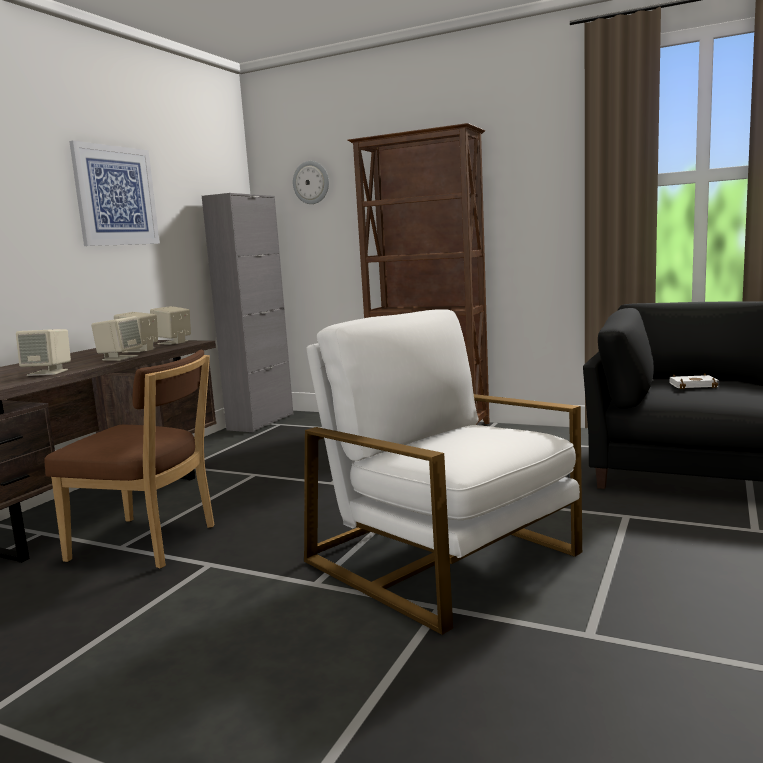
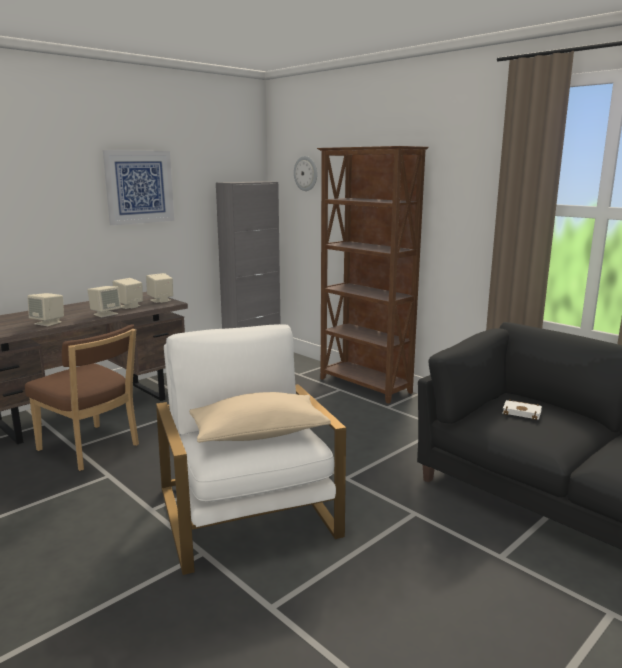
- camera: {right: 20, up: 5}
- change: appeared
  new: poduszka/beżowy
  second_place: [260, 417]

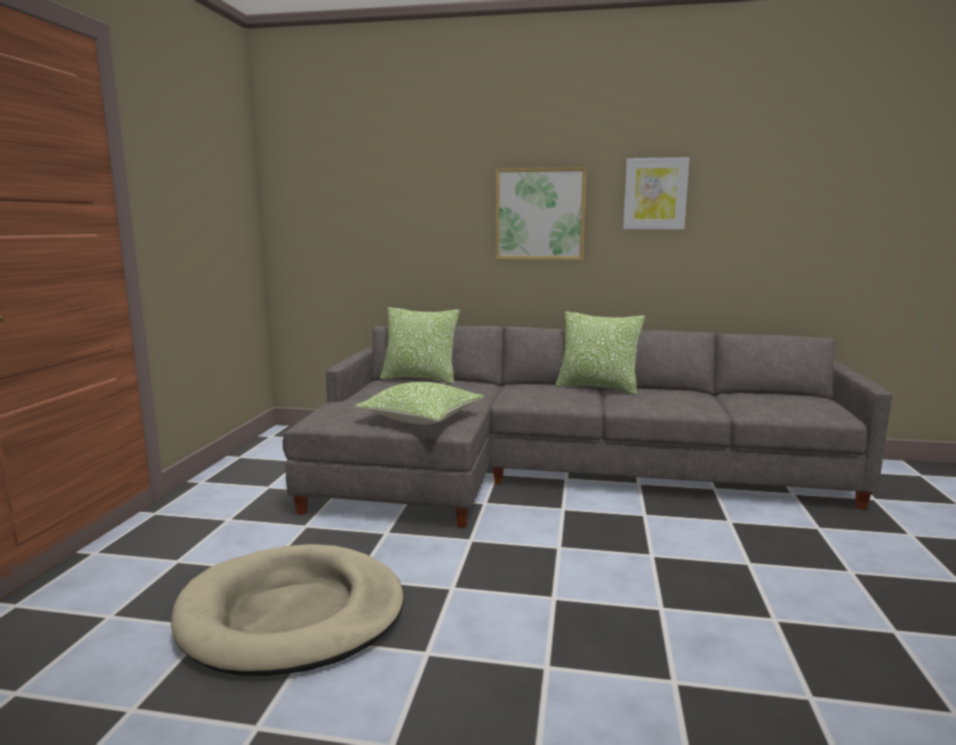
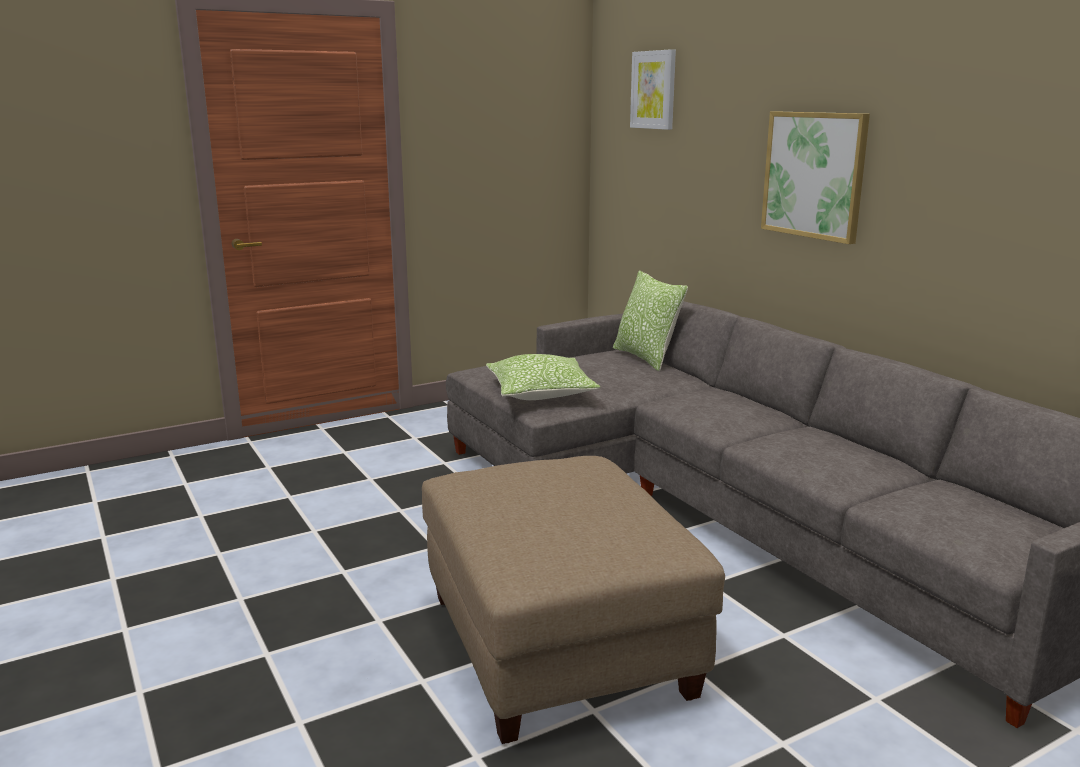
- camera: {right: 50, up: 5}
- change: appeared
  new: pufa/beżowy
  second_place: [573, 600]
- change: relocated
  old: obraz
  first_place: [656, 193]
  second_place: [653, 89]
- change: missing
  old: legowisko/beżowy
  first_place: [287, 610]
- change: missing
  old: poduszka
  first_place: [600, 353]

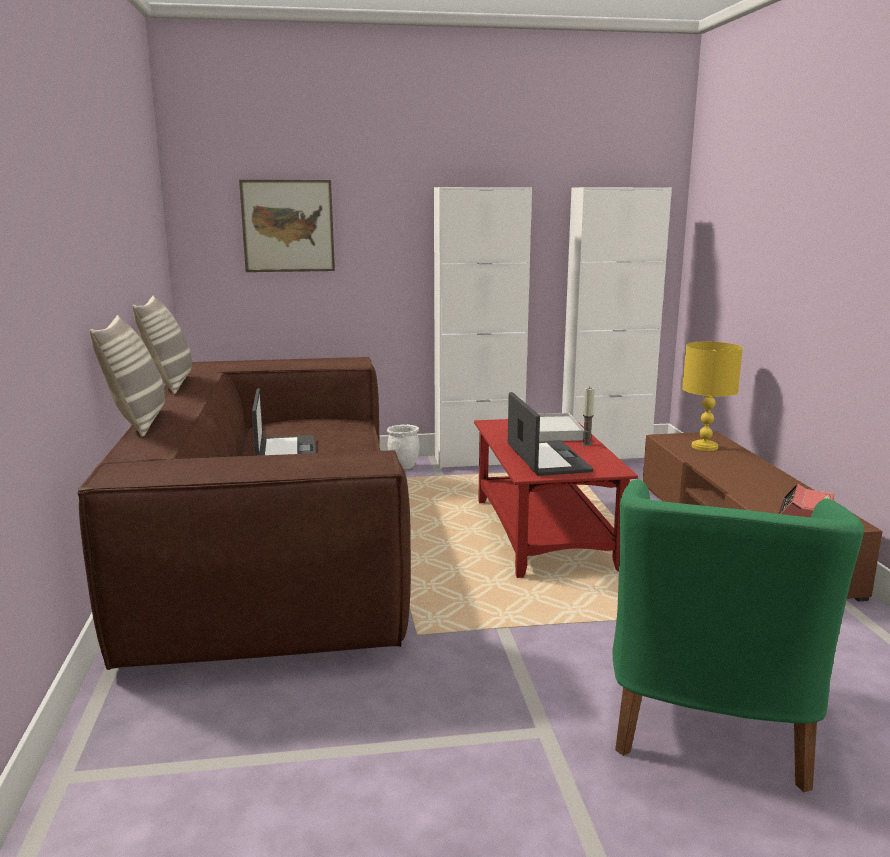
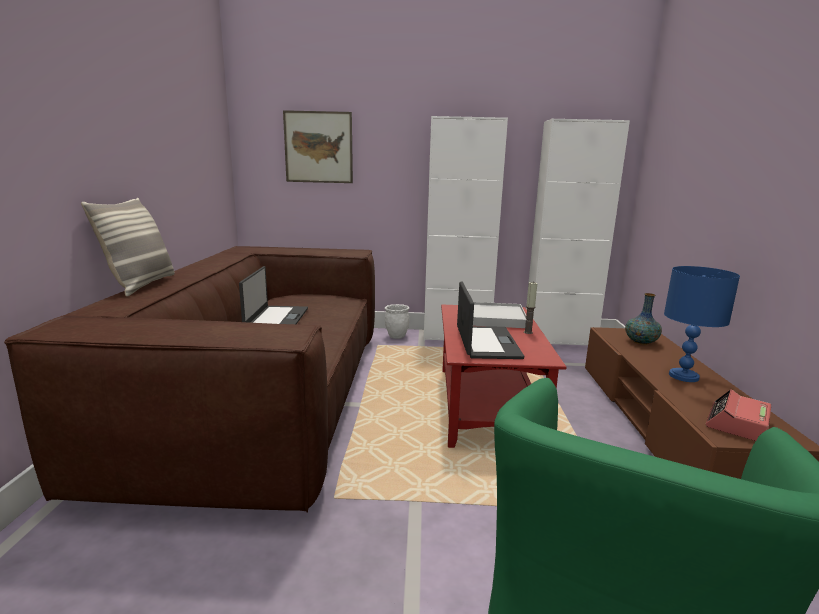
- camera: {right: 10, up: 0}
- change: exchanged
  old: lampa stołowa/żółty
  new: wazon
  first_place: [712, 396]
  second_place: [643, 319]
- change: appeared
  new: lampa stołowa/niebieski
  second_place: [702, 324]
- change: missing
  old: poduszka
  first_place: [162, 345]

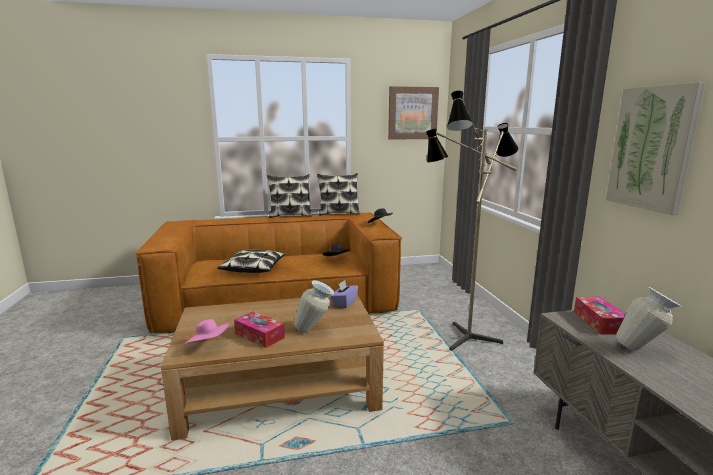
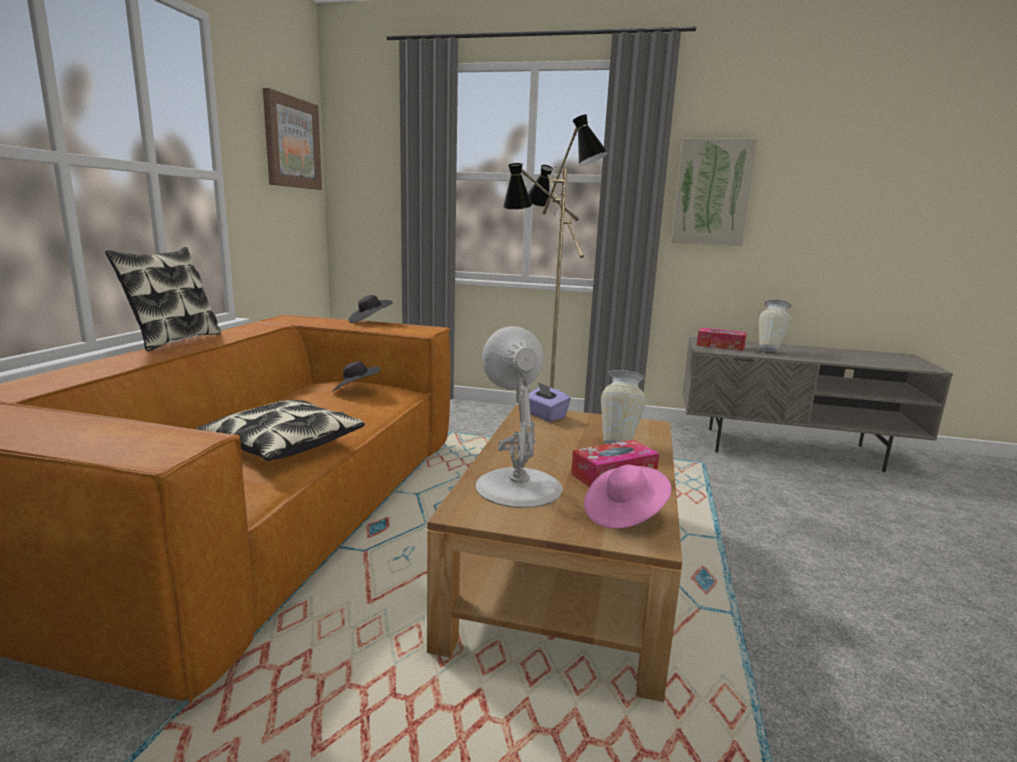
- camera: {right: -65, up: 0}
- change: appeared
  new: lampa stołowa/biały
  second_place: [519, 417]
- change: missing
  old: poduszka
  first_place: [338, 194]

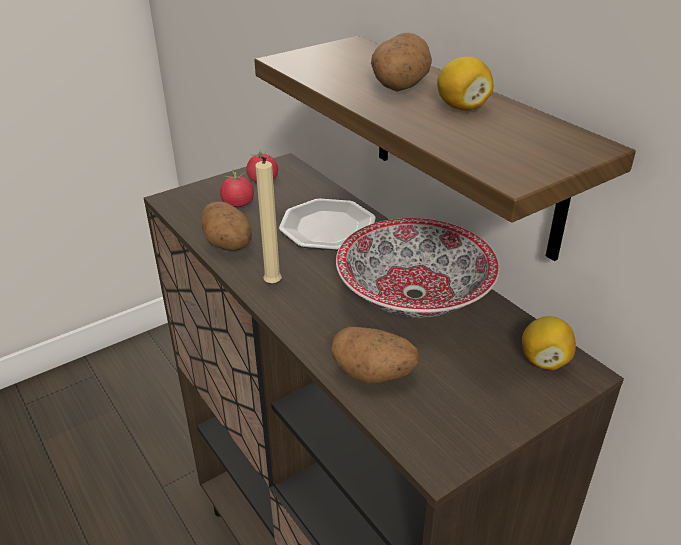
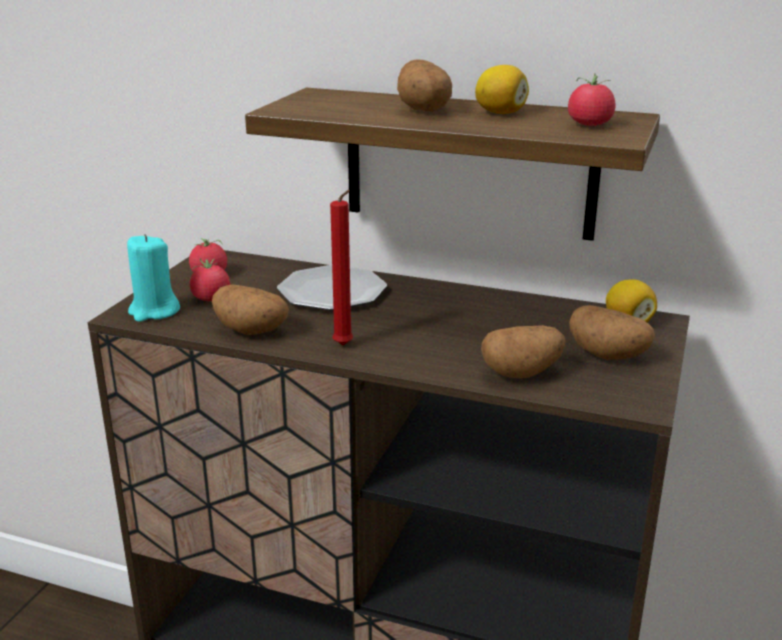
- camera: {right: -35, up: -10}
- change: appeared
  new: świeca/turkusowy
  second_place: [153, 278]
- change: colour
  old: świeca/beżowy
  new: świeca/czerwony
  first_place: [268, 220]
  second_place: [341, 267]
- change: appeared
  new: pomidor
  second_place: [591, 99]
- change: appeared
  new: ziemniak
  second_place: [612, 332]
- change: missing
  old: miska
  first_place: [418, 268]

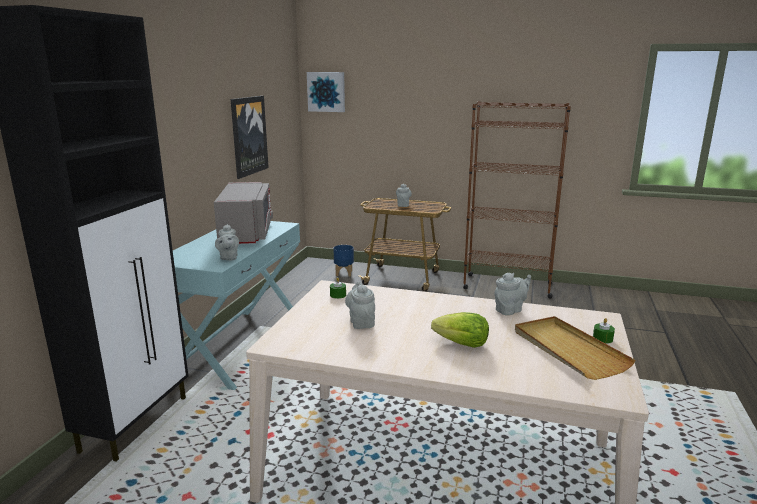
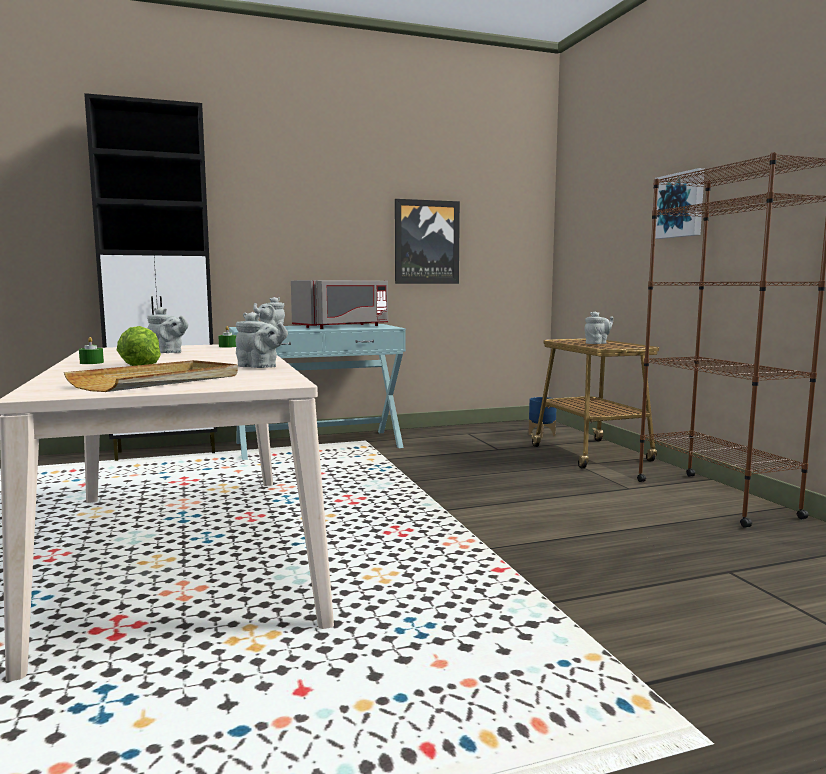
- camera: {right: 55, up: -10}
- change: relocated
  old: świeca/zielony
  first_place: [604, 331]
  second_place: [91, 350]
- change: spun
  old: imbryk/szary
  first_place: [360, 305]
  second_place: [167, 330]
  degrees: 75
- change: relocated
  old: obraz
  first_place: [326, 92]
  second_place: [680, 203]

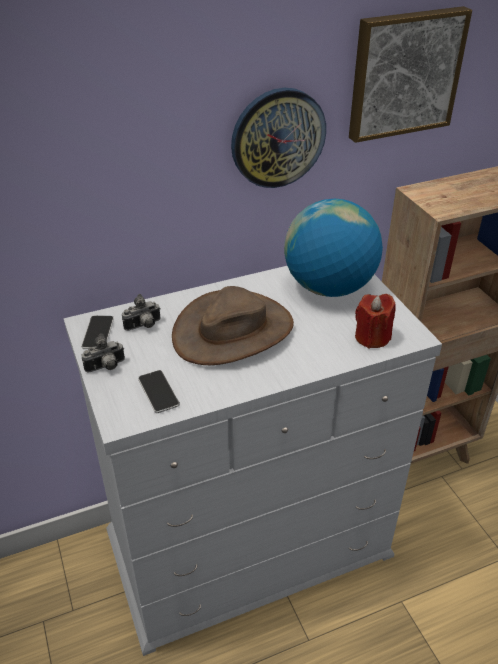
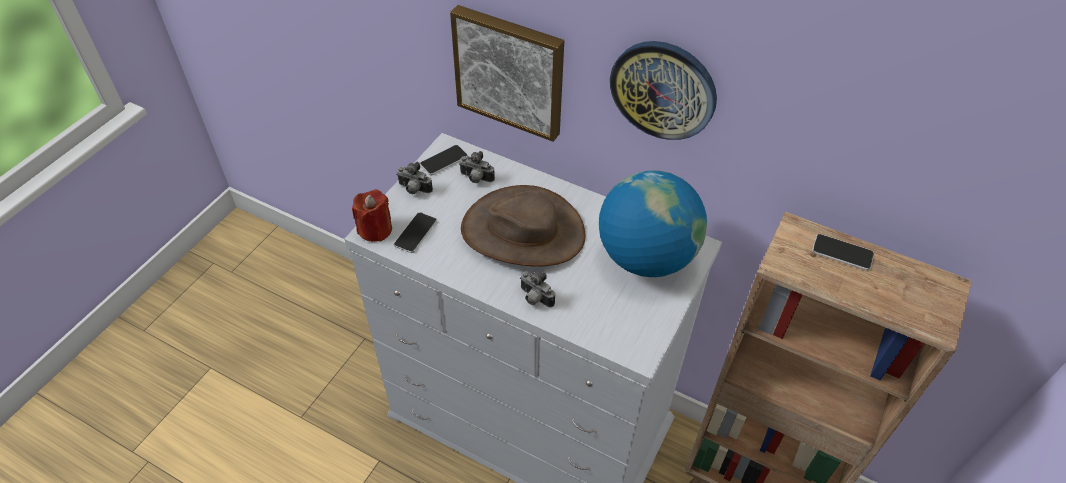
- camera: {right: 50, up: 10}
- change: relocated
  old: świeca/czerwony
  first_place: [375, 321]
  second_place: [372, 215]
- change: relocated
  old: obraz
  first_place: [410, 74]
  second_place: [507, 73]
- change: appeared
  new: aparat fotograficzny
  second_place: [537, 289]
- change: appeared
  new: telefon
  second_place: [843, 252]

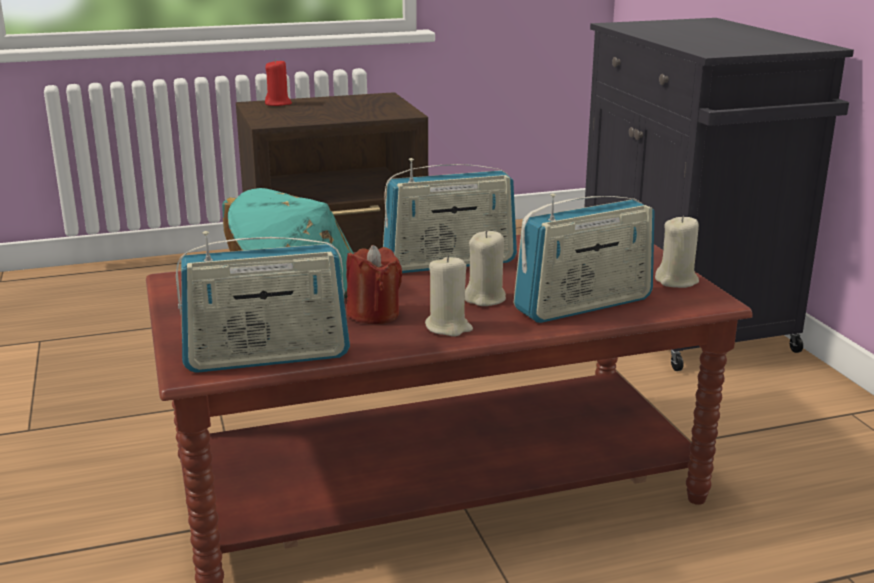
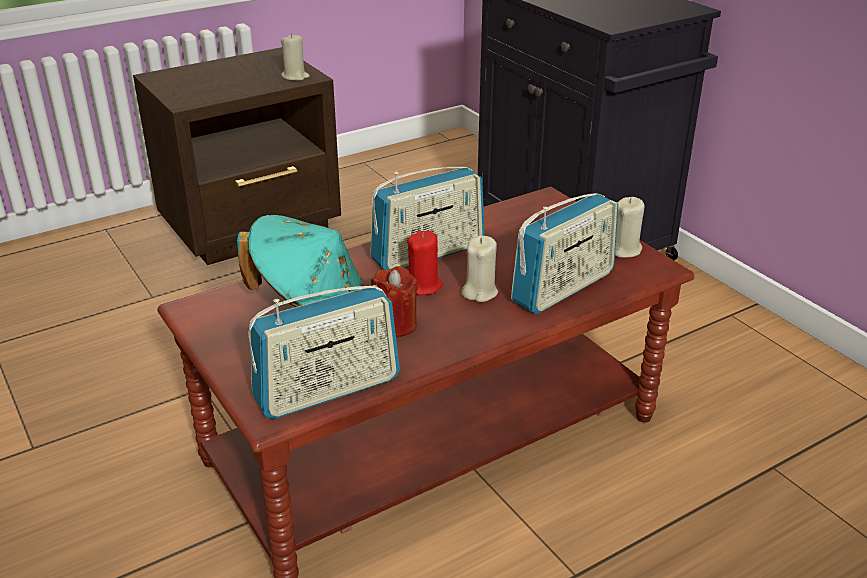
- camera: {right: -15, up: 10}
- change: relocated
  old: świeca/beżowy
  first_place: [449, 296]
  second_place: [295, 57]
- change: relocated
  old: świeca/czerwony
  first_place: [278, 82]
  second_place: [425, 263]

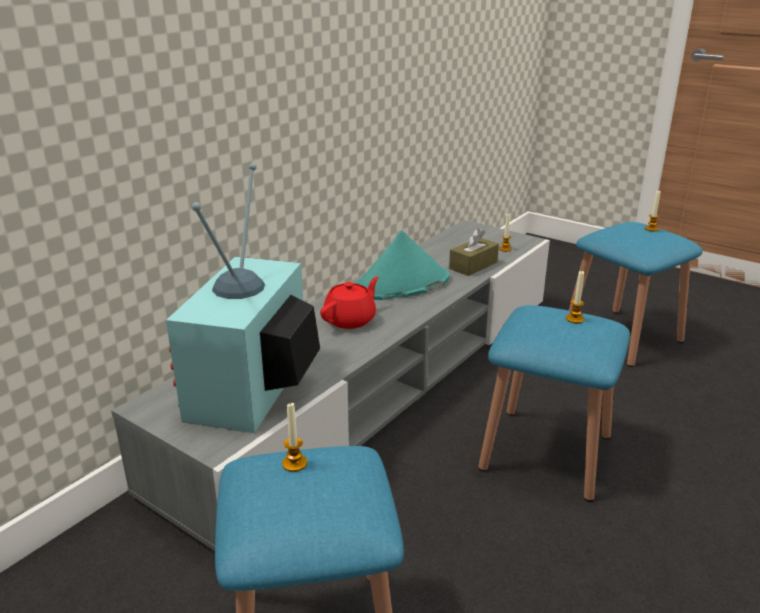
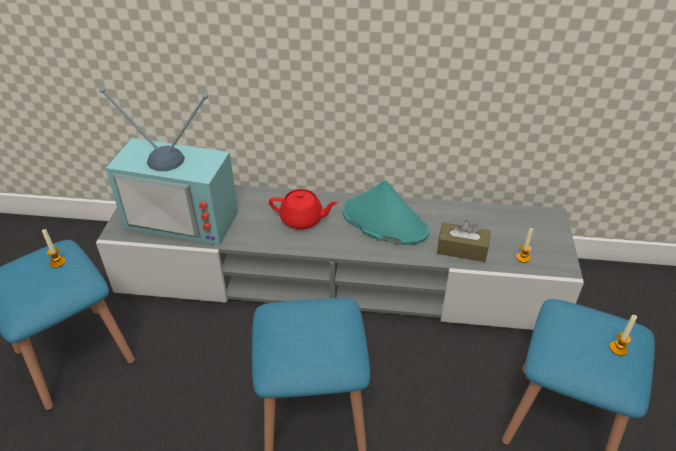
- camera: {right: 60, up: 15}
- change: spun
  old: telewizor
  first_place: [243, 298]
  second_place: [168, 166]
  degrees: -150
- change: missing
  old: świeca
  first_place: [575, 297]

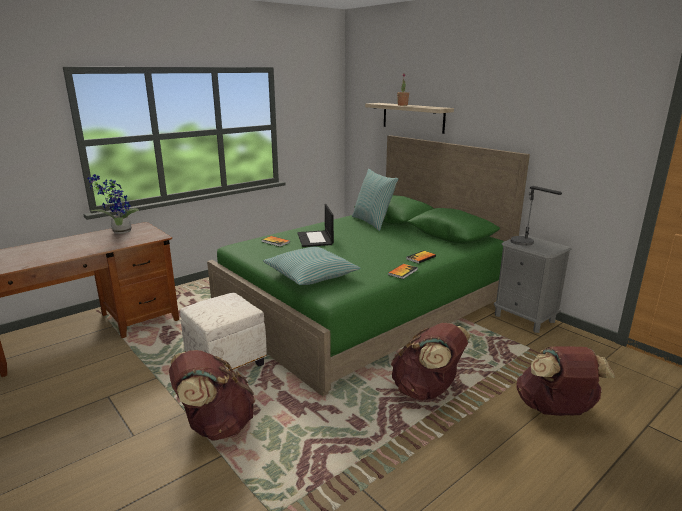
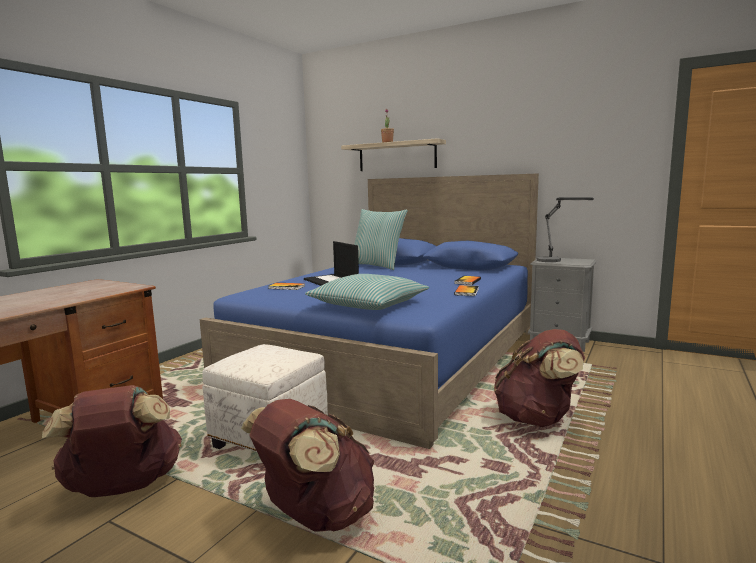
- camera: {right: -20, up: -10}
- change: relocated
  old: plecak/brązowy
  first_place: [566, 381]
  second_place: [112, 441]
- change: colour
  old: łóżko/zielony
  new: łóżko/niebieski
  first_place: [368, 265]
  second_place: [369, 311]
- change: missing
  old: roślina doniczkowa
  first_place: [113, 204]

